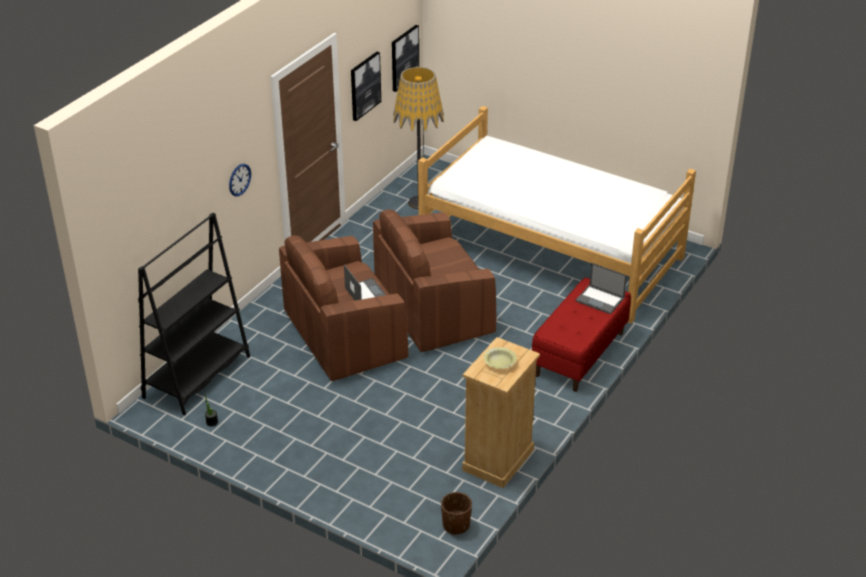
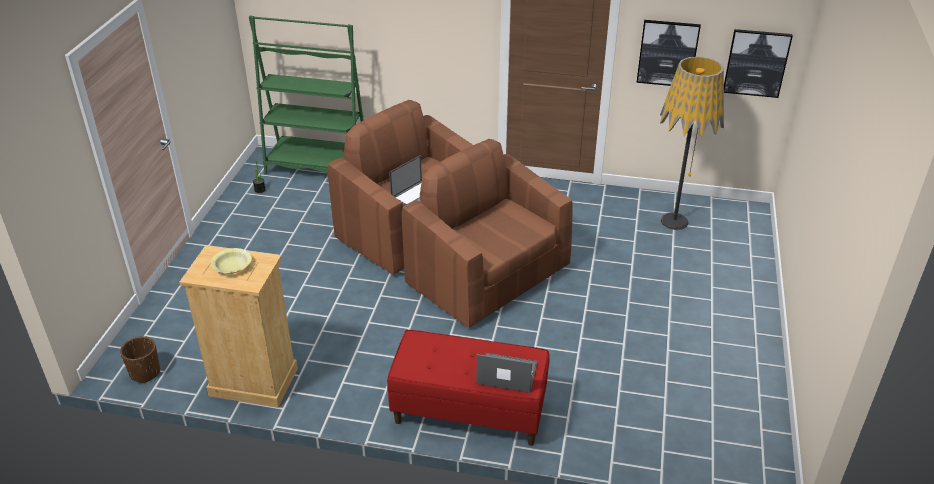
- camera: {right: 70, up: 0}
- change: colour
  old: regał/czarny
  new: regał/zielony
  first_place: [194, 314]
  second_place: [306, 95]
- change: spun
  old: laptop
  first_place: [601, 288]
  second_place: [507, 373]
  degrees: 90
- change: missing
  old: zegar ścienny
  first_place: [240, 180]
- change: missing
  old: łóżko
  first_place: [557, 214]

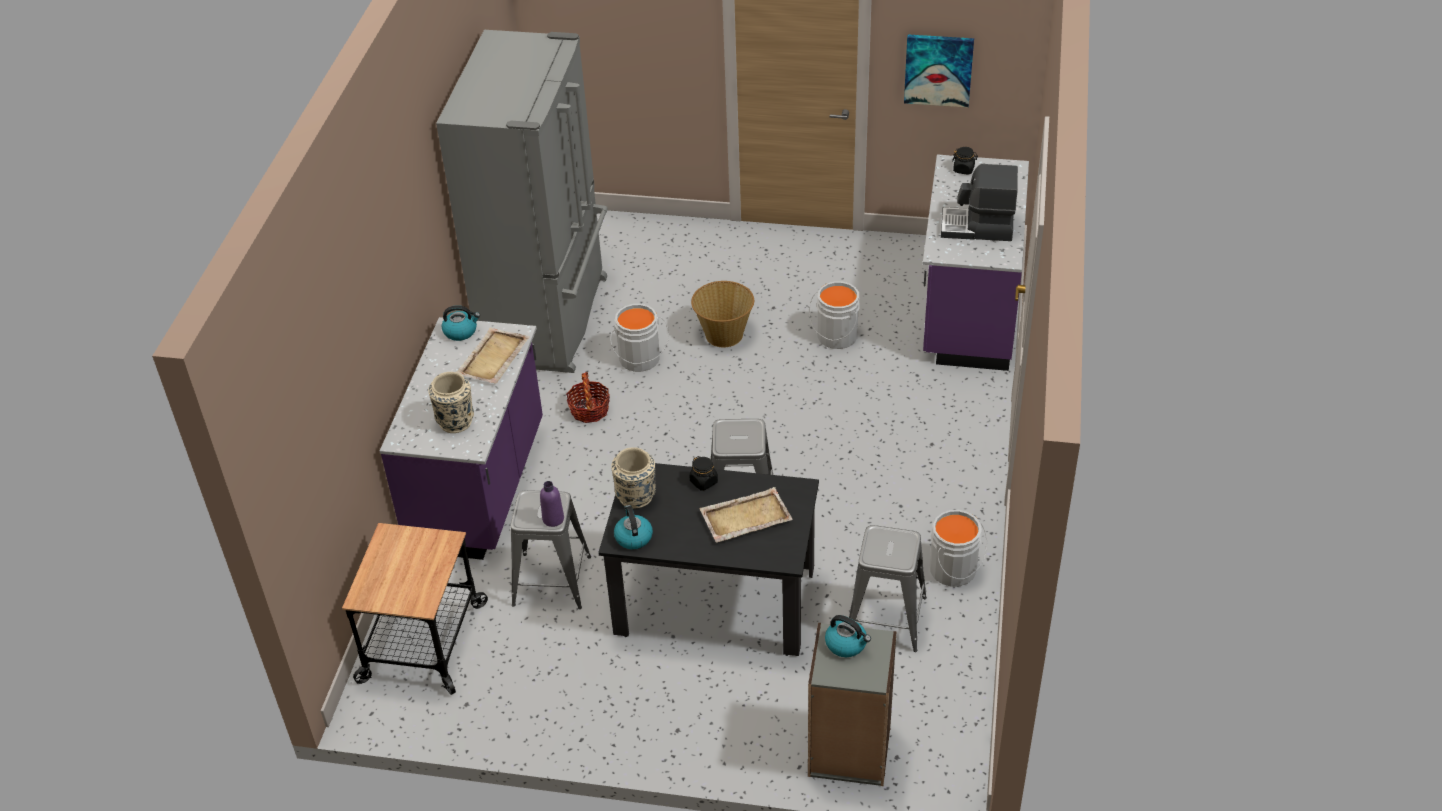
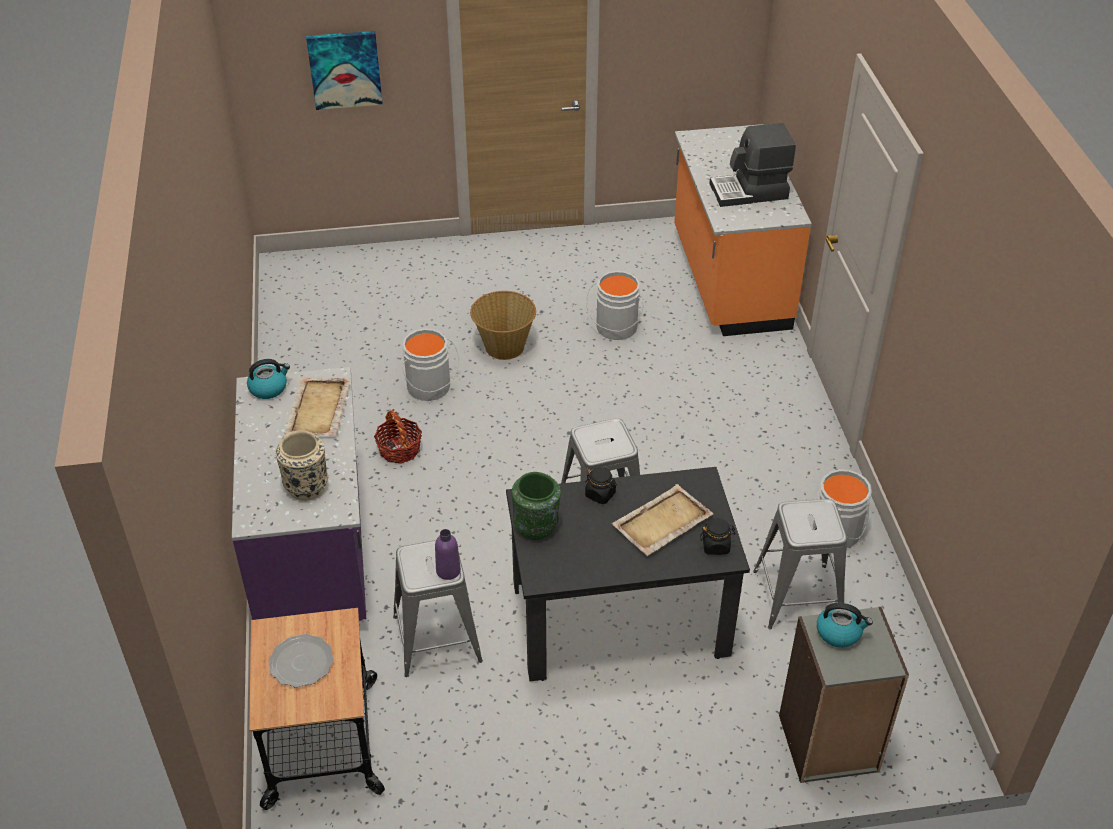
- camera: {right: -20, up: 0}
- change: appeared
  new: talerz
  second_place: [301, 661]
- change: relocated
  old: obraz
  first_place: [939, 71]
  second_place: [344, 70]
- change: colour
  old: wazon/beżowy
  new: wazon/zielony
  first_place: [633, 478]
  second_place: [536, 506]
- change: colour
  old: zabudowa kuchenna/fioletowy
  new: zabudowa kuchenna/pomarańczowy
  first_place: [976, 263]
  second_place: [743, 230]
- change: relocated
  old: słoik/czarny
  first_place: [965, 161]
  second_place: [718, 536]
- change: missing
  old: lodówka/szary
  first_place: [522, 201]
- change: missing
  old: czajnik
  first_place: [633, 527]

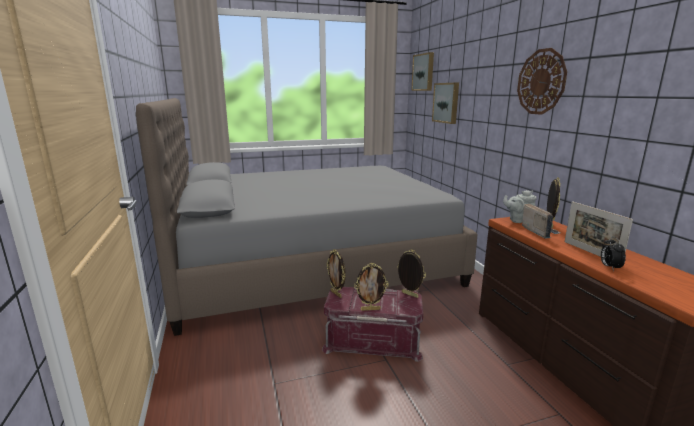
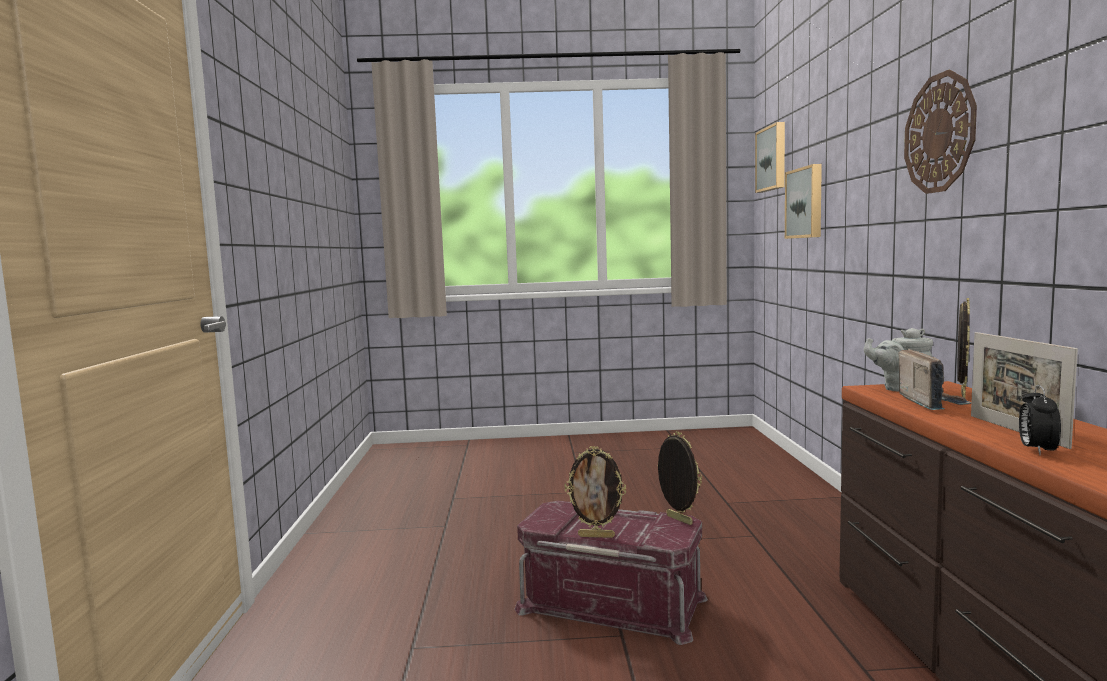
- camera: {right: 15, up: -10}
- change: missing
  old: łóżko/szary
  first_place: [306, 217]
- change: missing
  old: ramka na zdjęcie
  first_place: [336, 273]

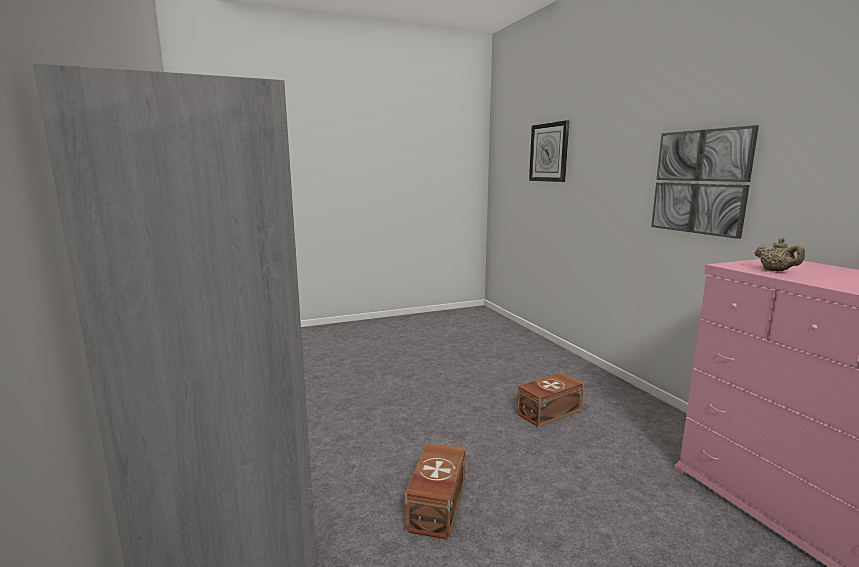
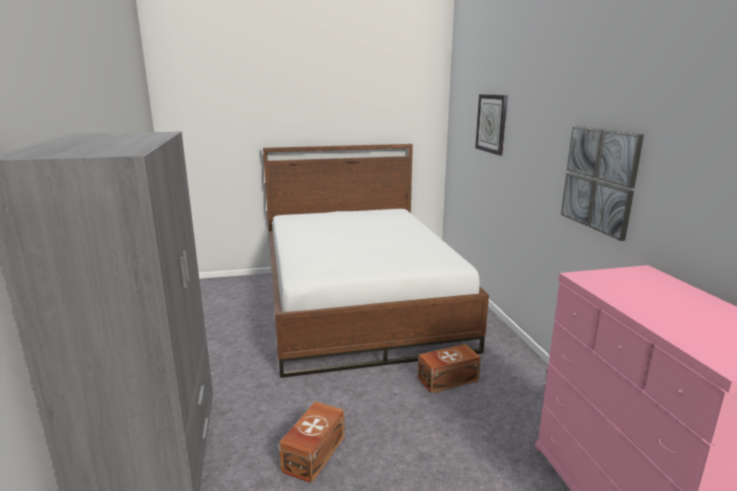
- camera: {right: 10, up: 5}
- change: appeared
  new: łóżko
  second_place: [376, 261]
- change: missing
  old: imbryk/beżowy
  first_place: [780, 254]

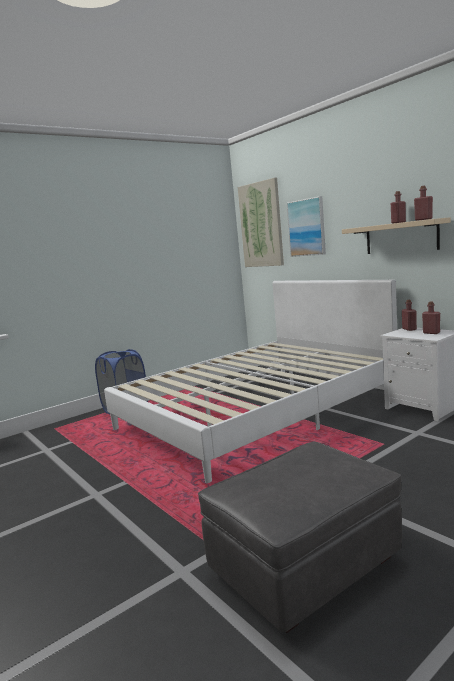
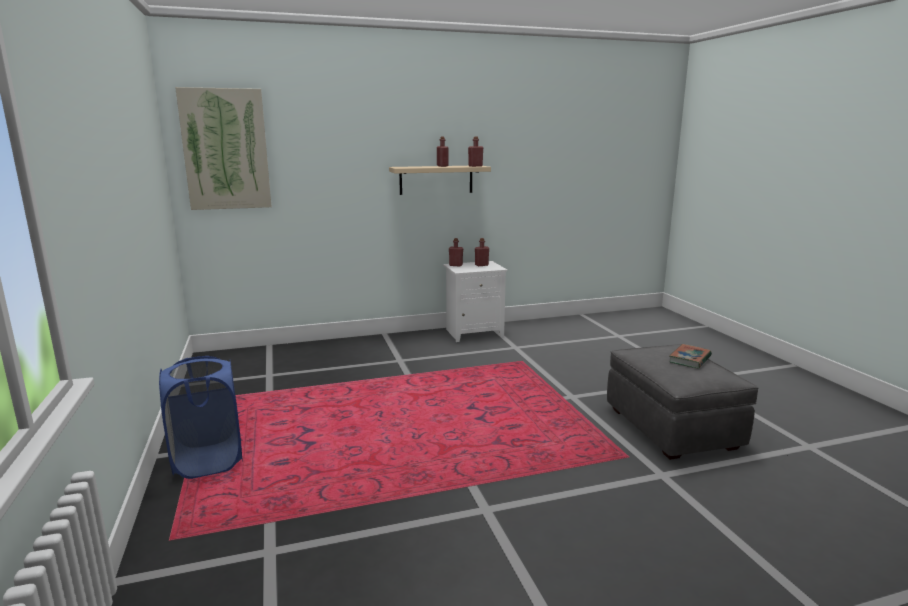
- camera: {right: -70, up: 5}
- change: appeared
  new: książka
  second_place: [690, 356]
- change: missing
  old: łóżko/biały
  first_place: [250, 381]
- change: missing
  old: obraz
  first_place: [306, 226]

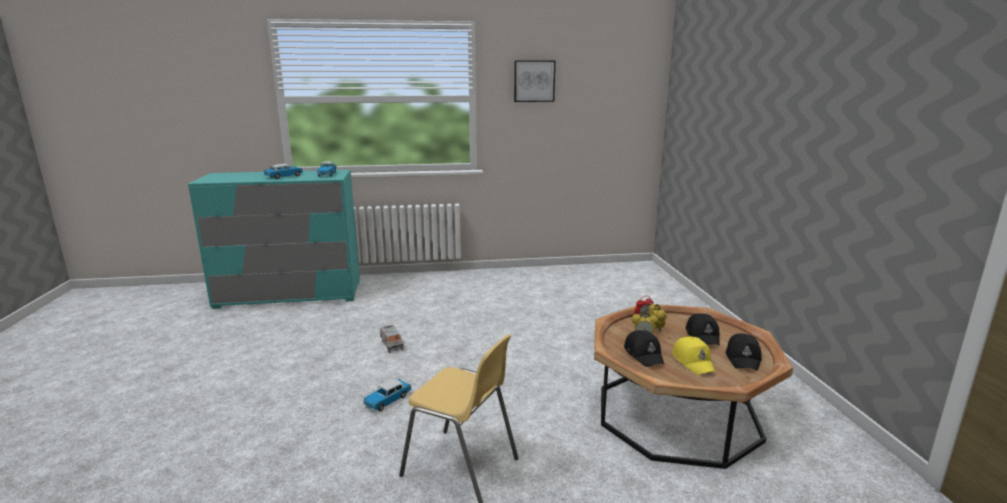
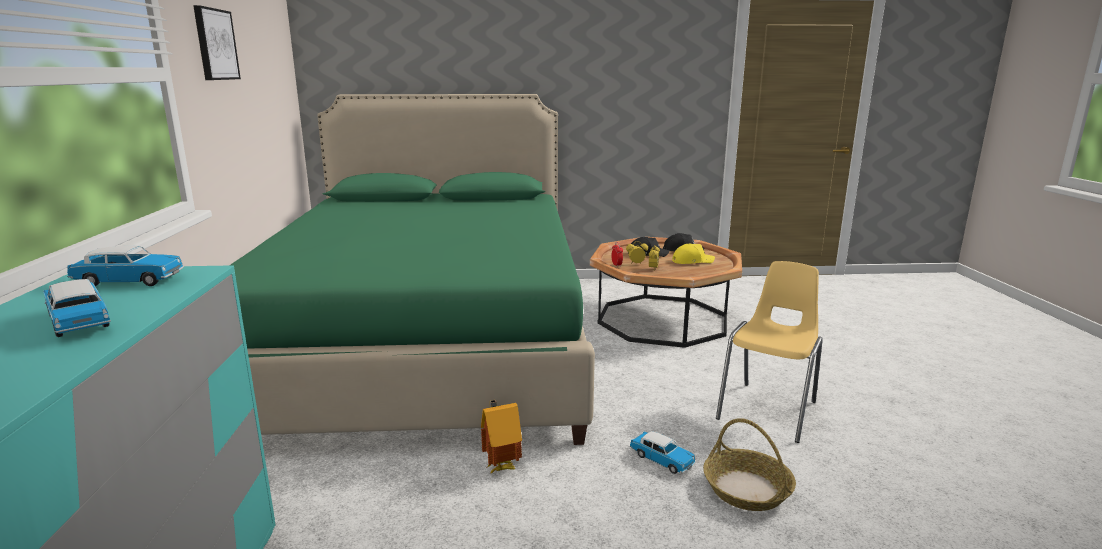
- camera: {right: -85, up: 0}
- change: appeared
  new: łóżko/zielony
  second_place: [412, 269]
- change: exchanged
  old: ciężarówka zabawkowa
  new: domek
  first_place: [392, 339]
  second_place: [501, 437]
- change: appeared
  new: koszyk
  second_place: [749, 464]
- change: missing
  old: czapka z daszkiem/czarny
  first_place: [644, 348]

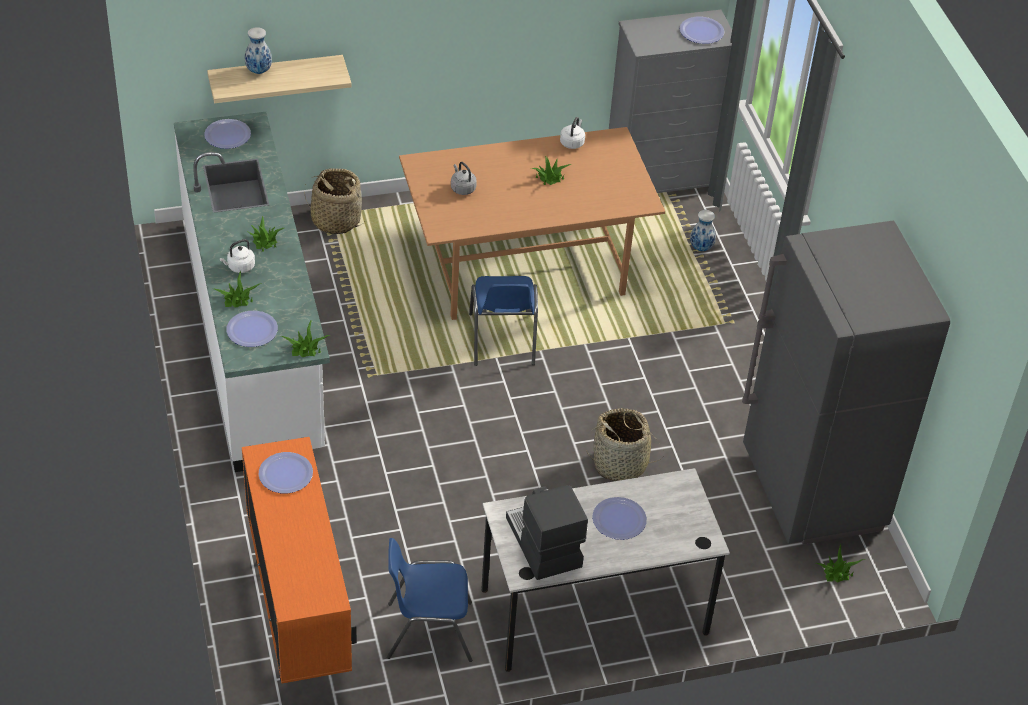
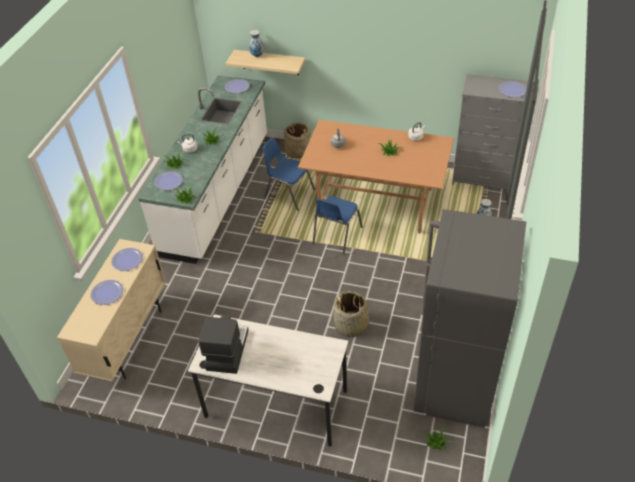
- camera: {right: 35, up: 0}
- change: colour
  old: szafka/pomarańczowy
  new: szafka/beżowy
  first_place: [299, 560]
  second_place: [111, 310]
- change: relocated
  old: talerz
  first_place: [619, 518]
  second_place: [106, 292]
- change: relocated
  old: krzesło/niebieski
  first_place: [429, 600]
  second_place: [288, 174]

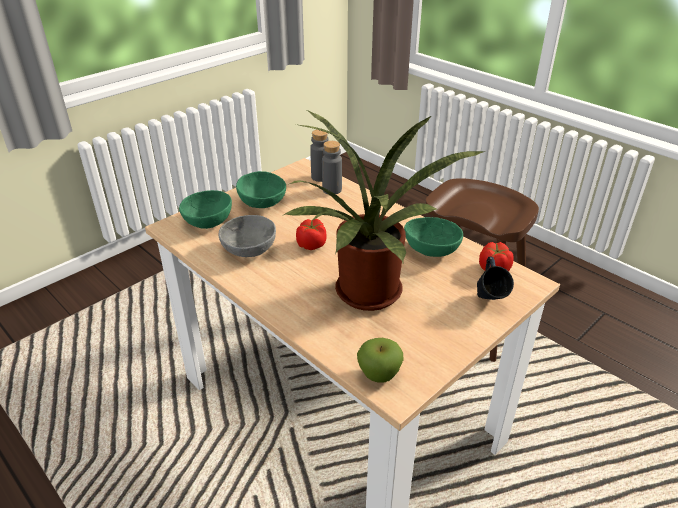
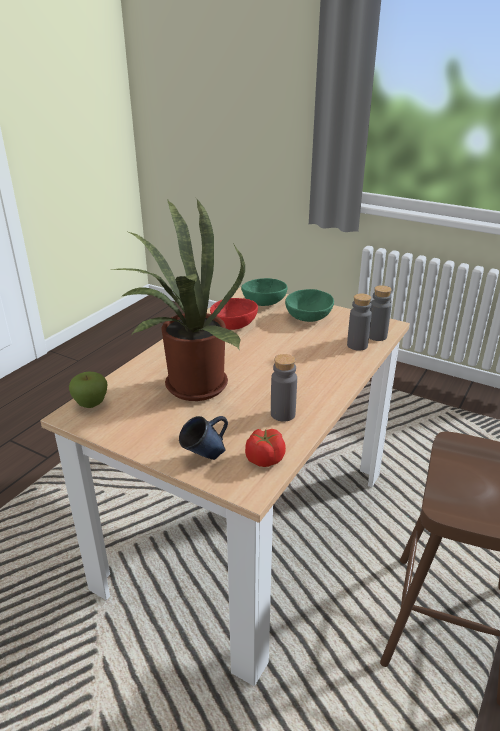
- camera: {right: 75, up: -5}
- change: colour
  old: miska/szary
  new: miska/czerwony
  first_place: [247, 236]
  second_place: [234, 314]
- change: exchanged
  old: miska/zielony
  new: butelka/szary
  first_place: [433, 237]
  second_place: [284, 388]
- change: missing
  old: pomidor
  first_place: [311, 234]

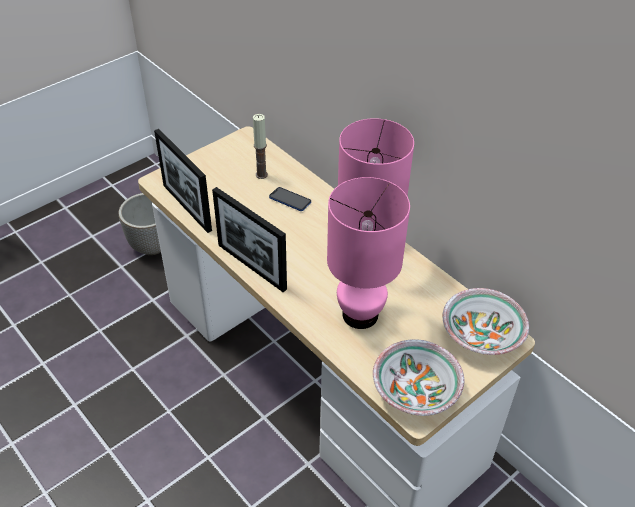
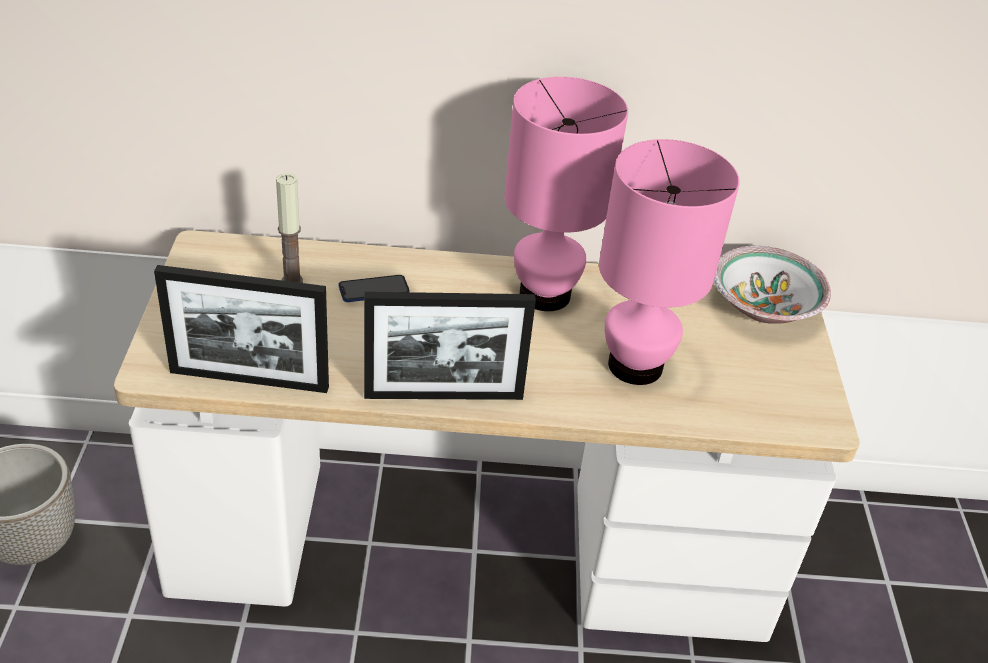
- camera: {right: -50, up: -5}
- change: missing
  old: miska
  first_place: [418, 377]

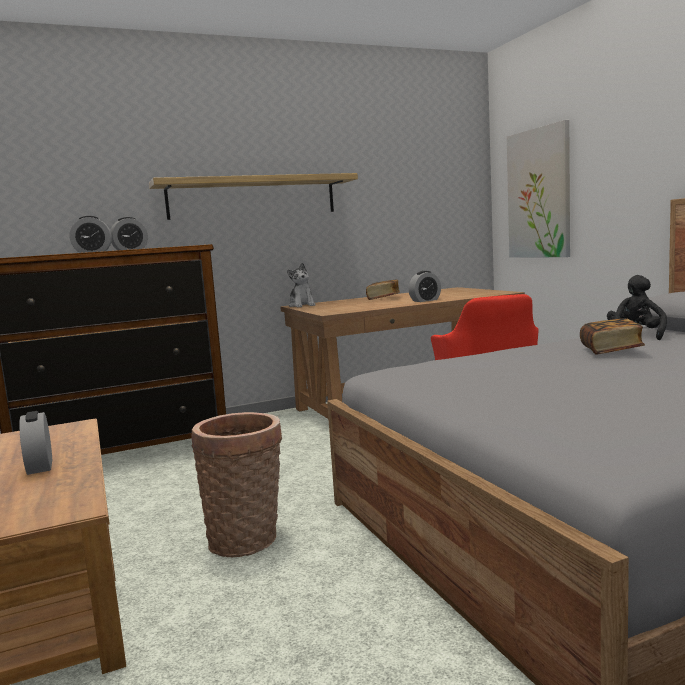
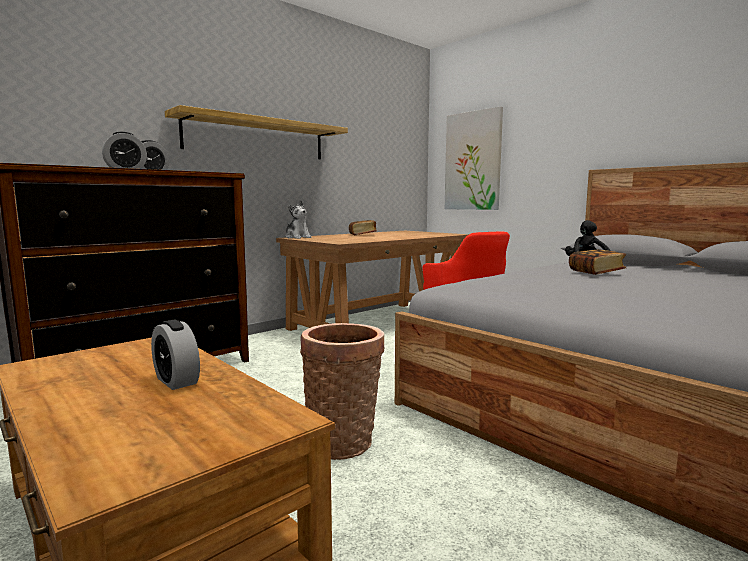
- camera: {right: -20, up: 0}
- change: missing
  old: budzik
  first_place: [424, 286]

